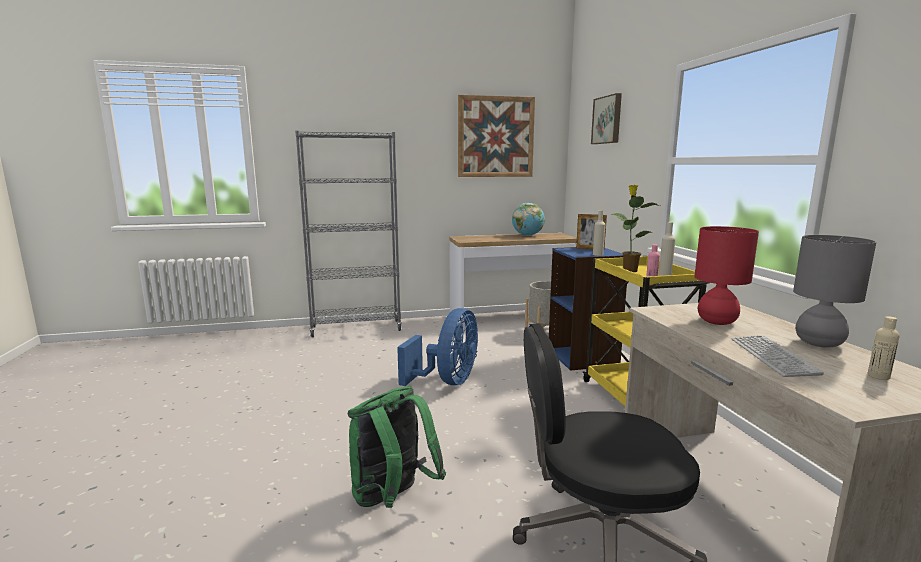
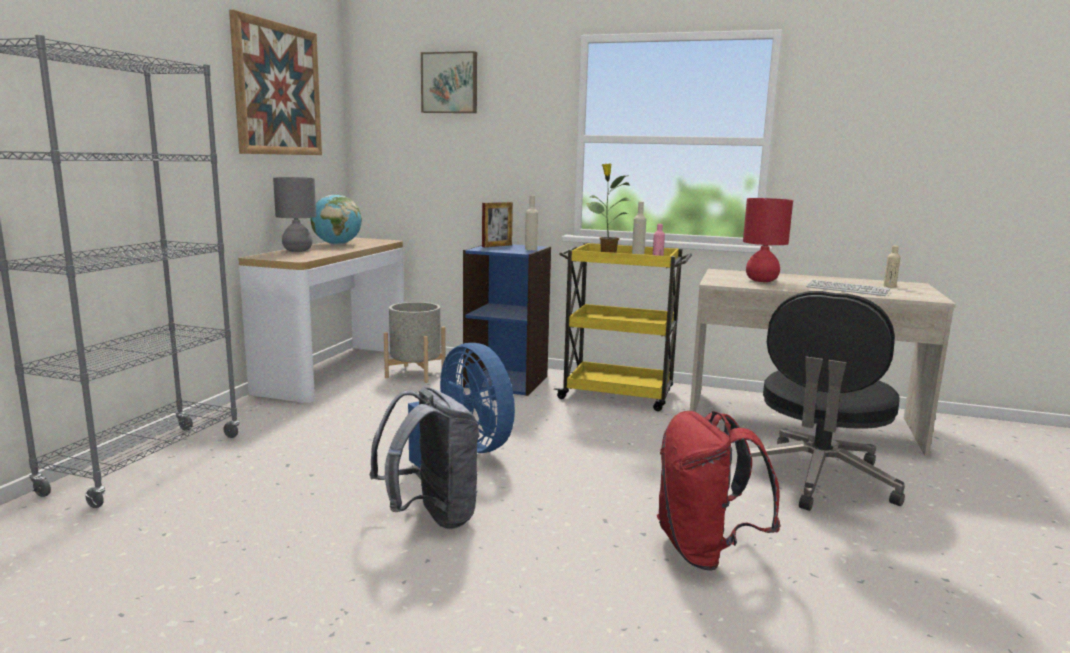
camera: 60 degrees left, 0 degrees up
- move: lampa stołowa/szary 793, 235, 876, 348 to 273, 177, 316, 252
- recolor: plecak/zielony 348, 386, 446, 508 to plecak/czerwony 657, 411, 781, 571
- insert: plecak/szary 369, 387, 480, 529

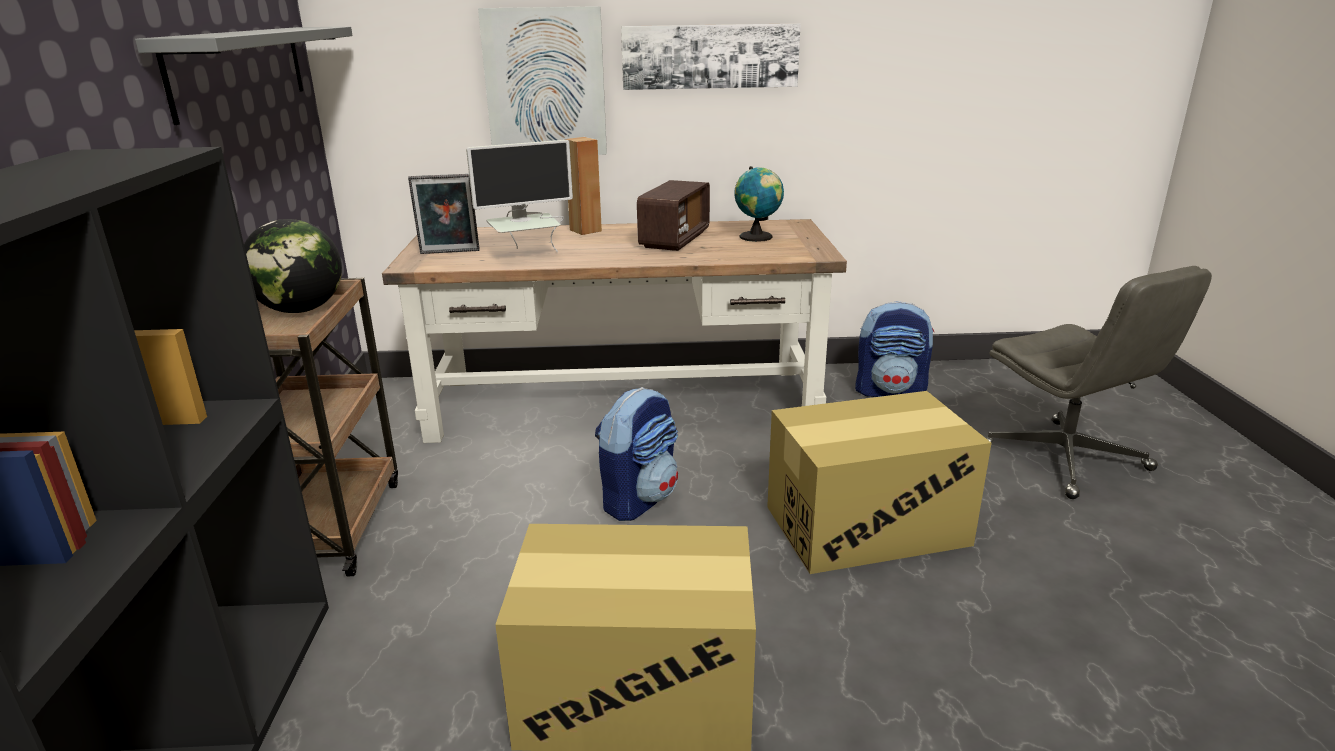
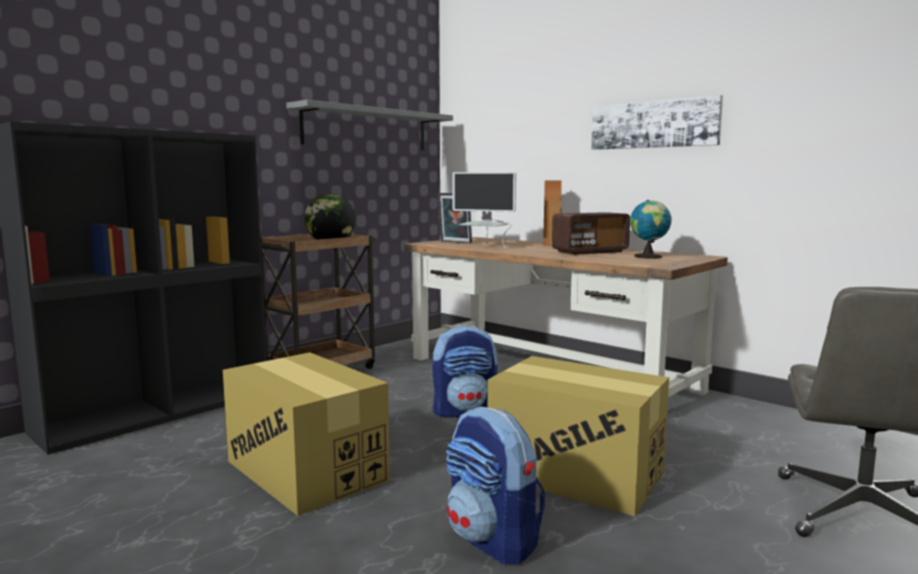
camera: 45 degrees right, 15 degrees down
- delete: obraz 478, 6, 607, 155
- move: plecak 855, 301, 934, 397 to 446, 407, 545, 564

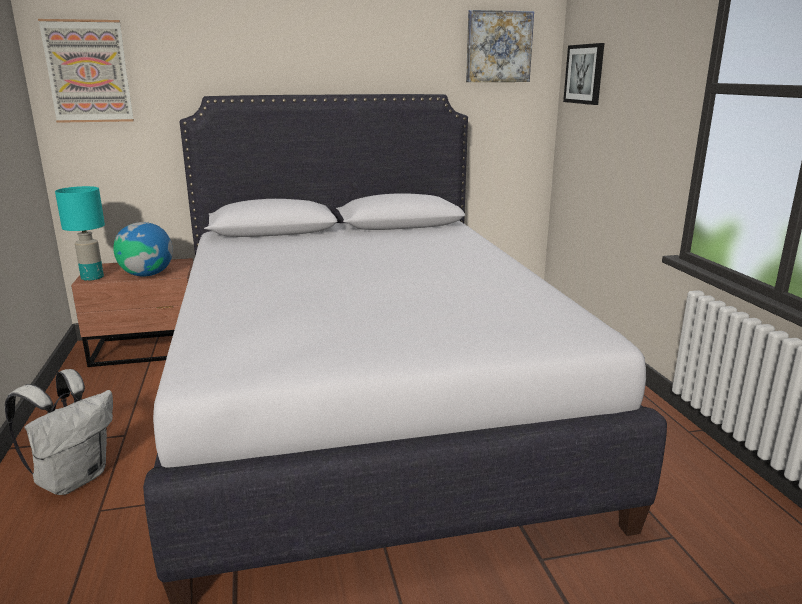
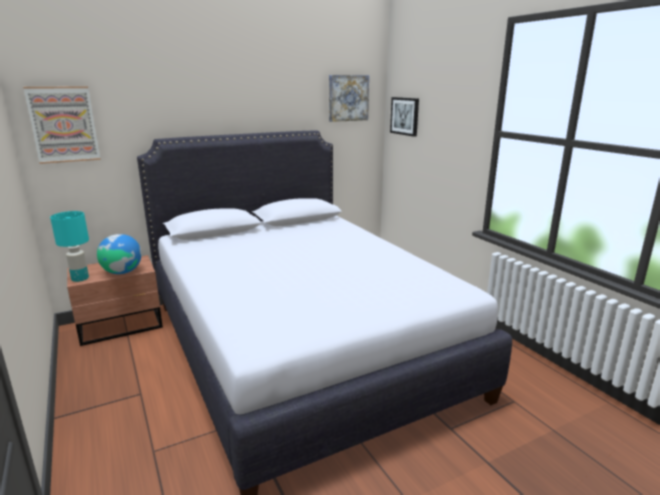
camera: 15 degrees left, 0 degrees up
- delete: plecak/biały 5, 369, 113, 495

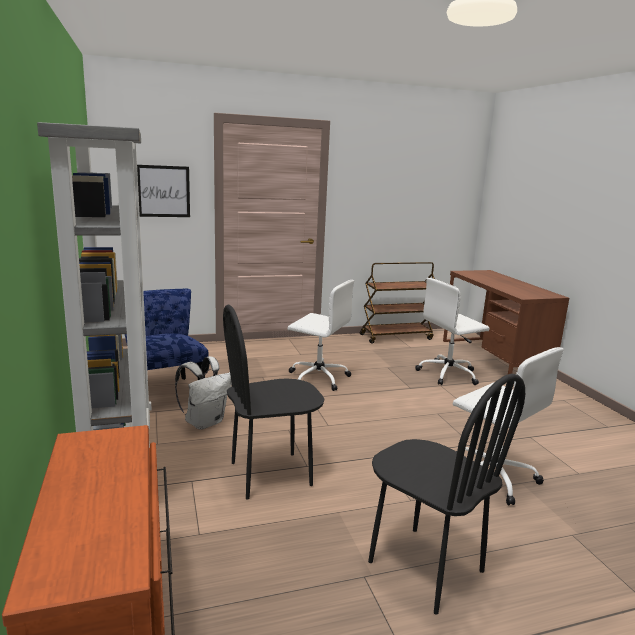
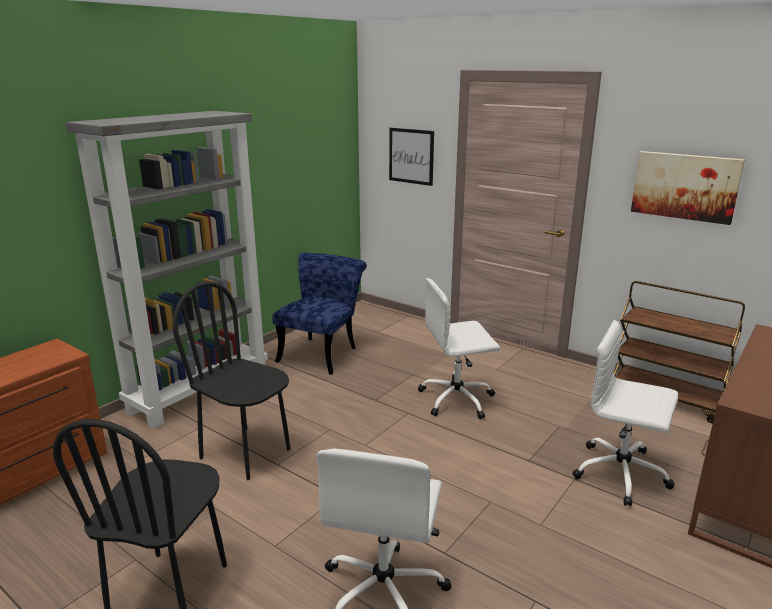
camera: 55 degrees right, 5 degrees up
- rotate: krzesło biurowe/biały 288, 280, 354, 391 = 418, 278, 500, 419 90 degrees clockwise
- delete: plecak/biały 175, 356, 232, 430
- insert: obraz 631, 151, 745, 225

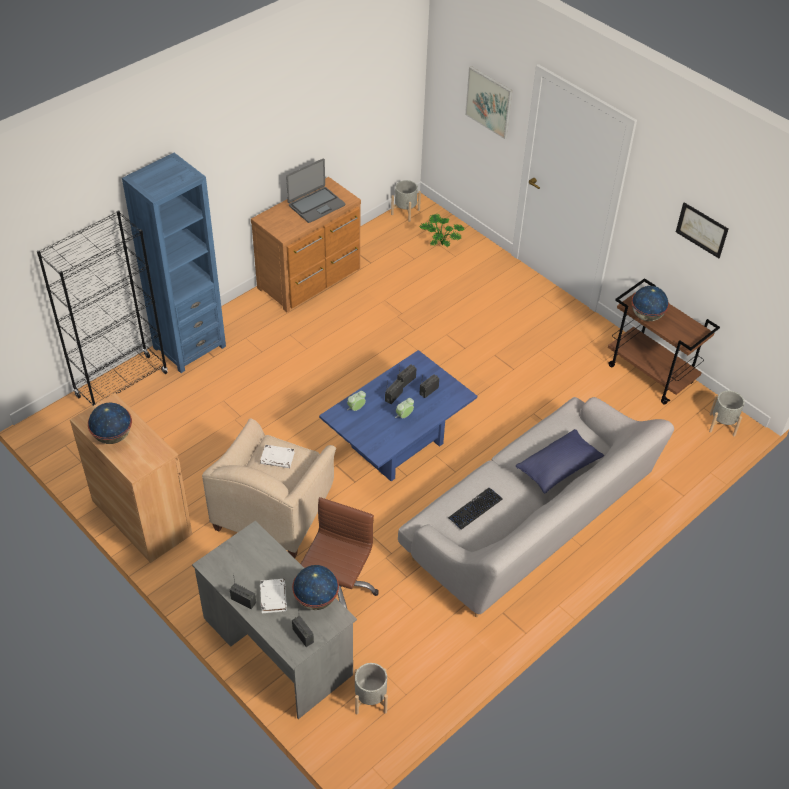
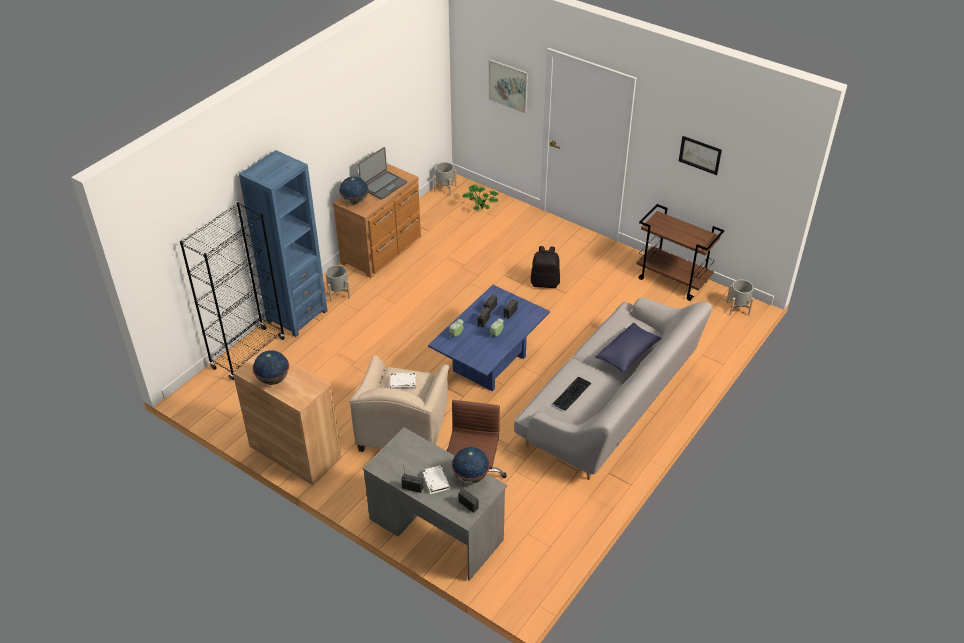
camera: 10 degrees left, 5 degrees down
- move: globus 631, 286, 669, 321 to 339, 176, 369, 205
- move: donica/szary 355, 663, 388, 714 to 325, 265, 350, 302
- insert: plecak/czarny 531, 246, 560, 288

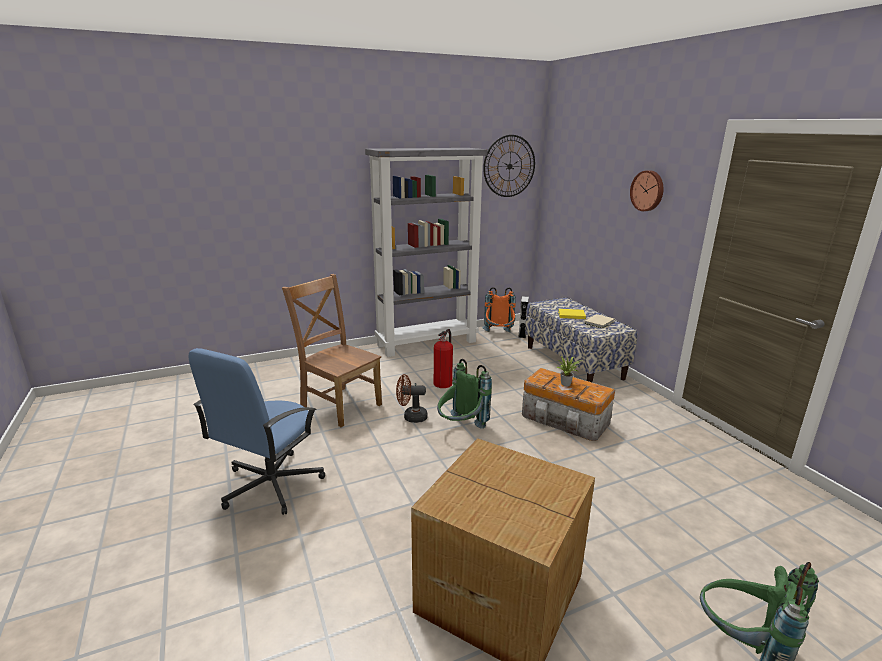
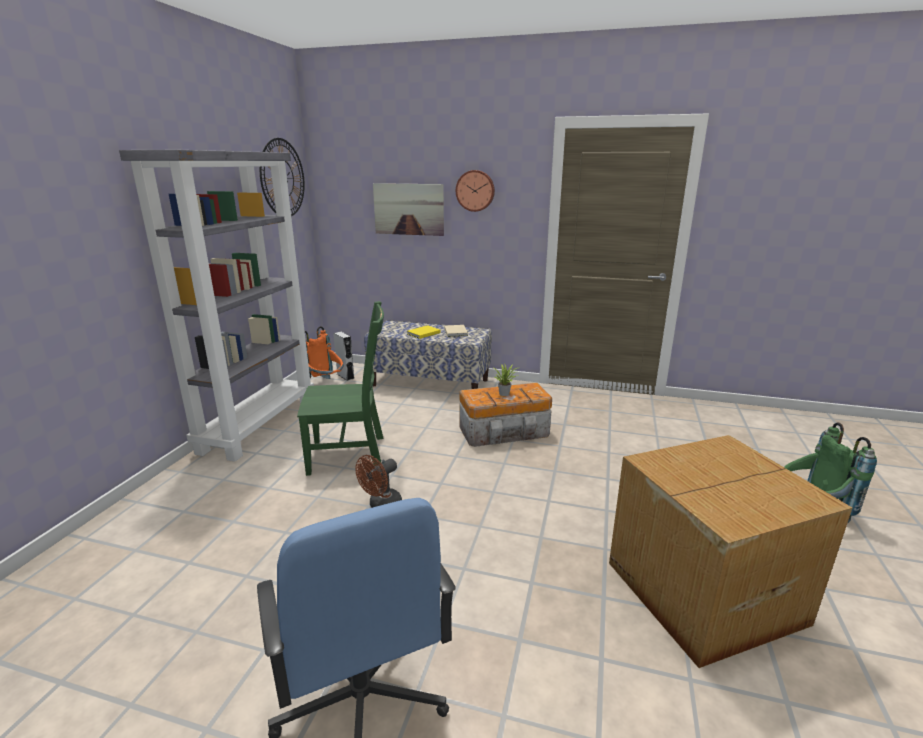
camera: 50 degrees left, 0 degrees up
- delete: krzesło/brązowy 282, 274, 382, 427
- replace: gaśnica 434, 329, 453, 388 to krzesło/zielony 297, 301, 384, 476
- delete: plecak/zielony 437, 359, 492, 429
- insert: obraz 373, 183, 444, 236

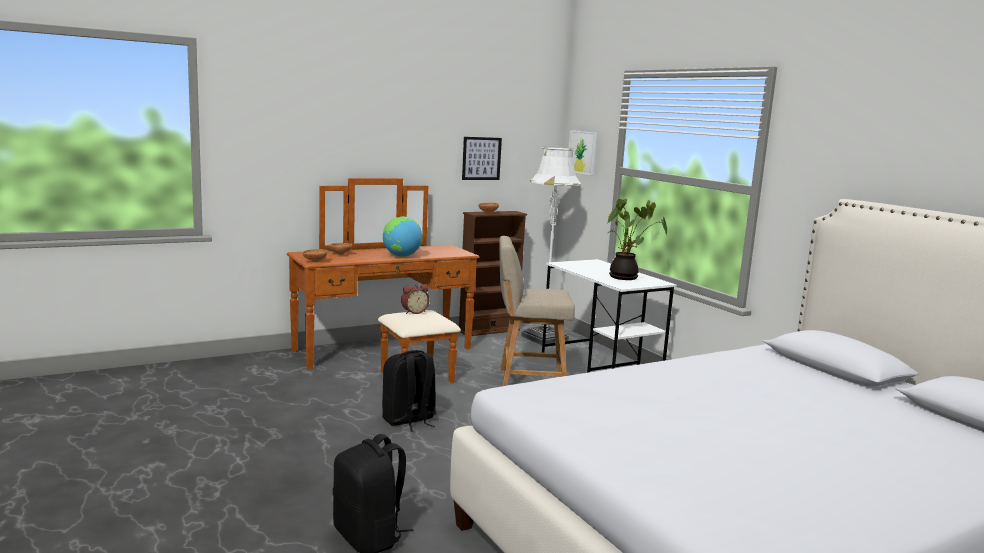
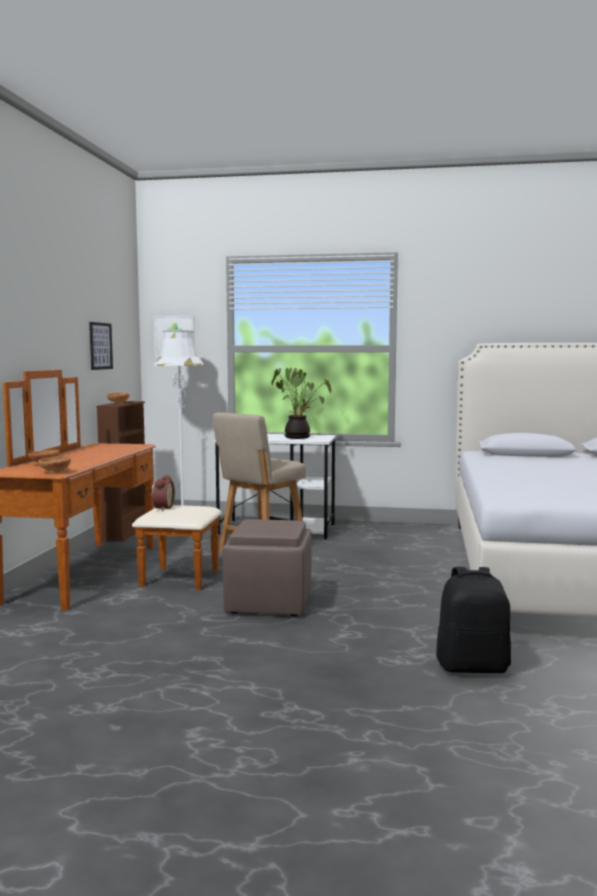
camera: 50 degrees left, 5 degrees down
- delete: globus 383, 216, 422, 257
- replace: plecak/czarny 382, 350, 436, 432 to pufa/brązowy 223, 519, 312, 616

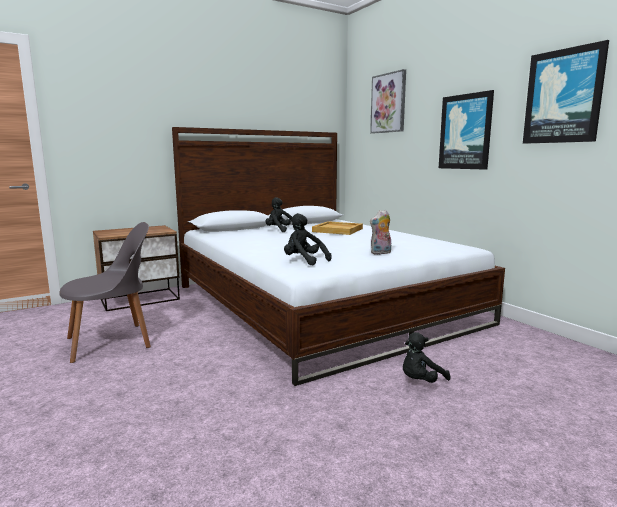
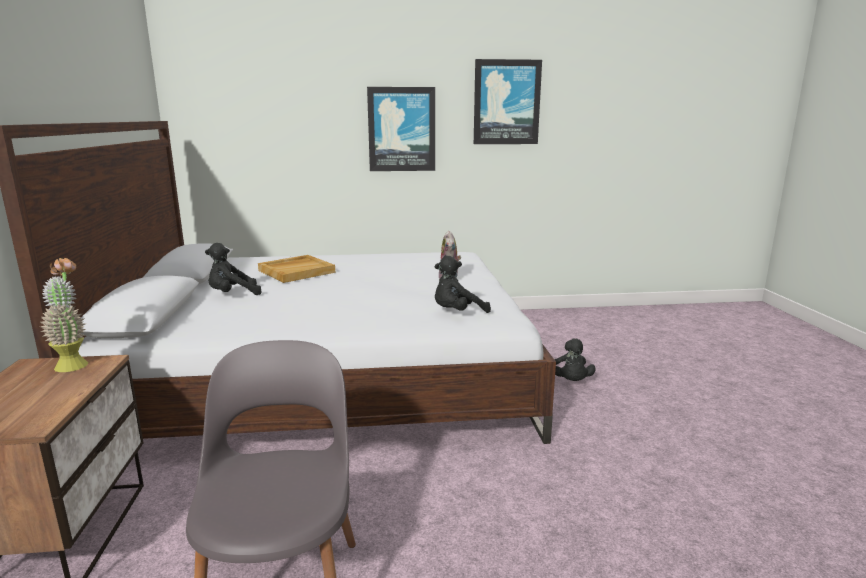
camera: 65 degrees left, 5 degrees up
- delete: obraz 370, 69, 406, 134
- insert: roślina doniczkowa 40, 258, 88, 372

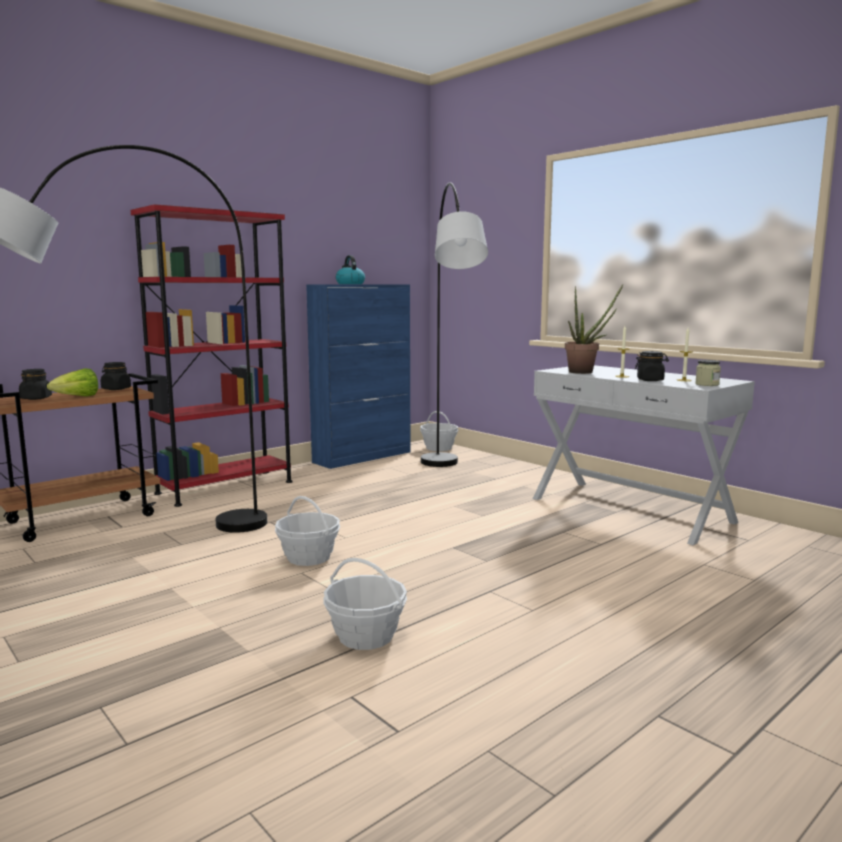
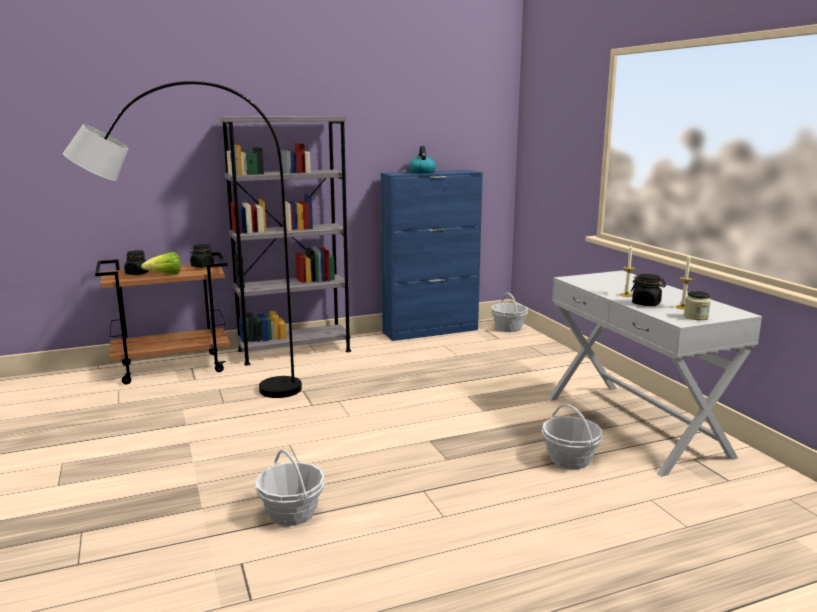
camera: 20 degrees right, 5 degrees up
- delete: lampa stojąca/szary 421, 182, 488, 467
- recolor: regał/czerwony 131, 204, 293, 507 to regał/szary 220, 116, 351, 366
- delete: roślina doniczkowa 565, 284, 623, 374
- move: koszyk 275, 496, 340, 566 to 542, 403, 603, 469

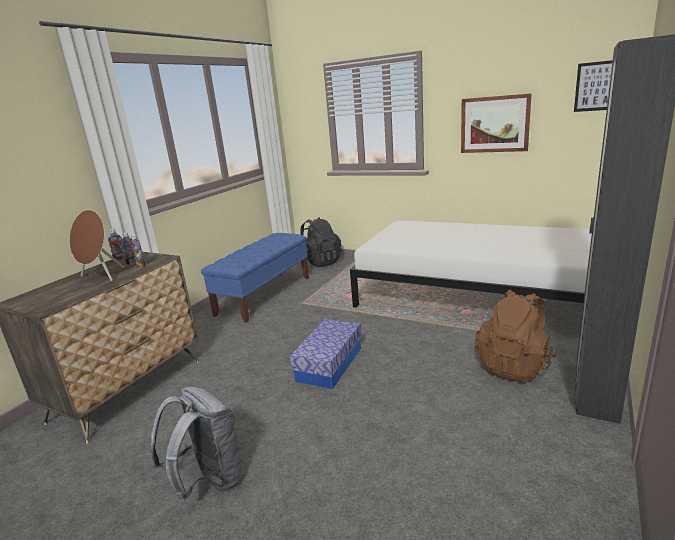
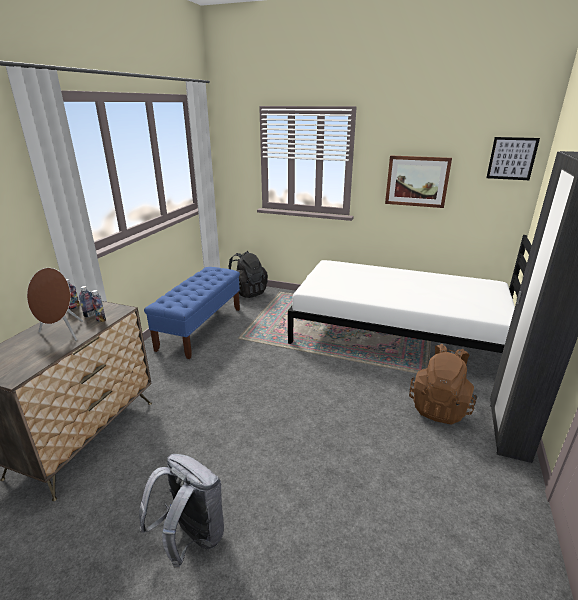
camera: 10 degrees left, 5 degrees up
- delete: pojemnik do przechowywania 290, 319, 362, 389

